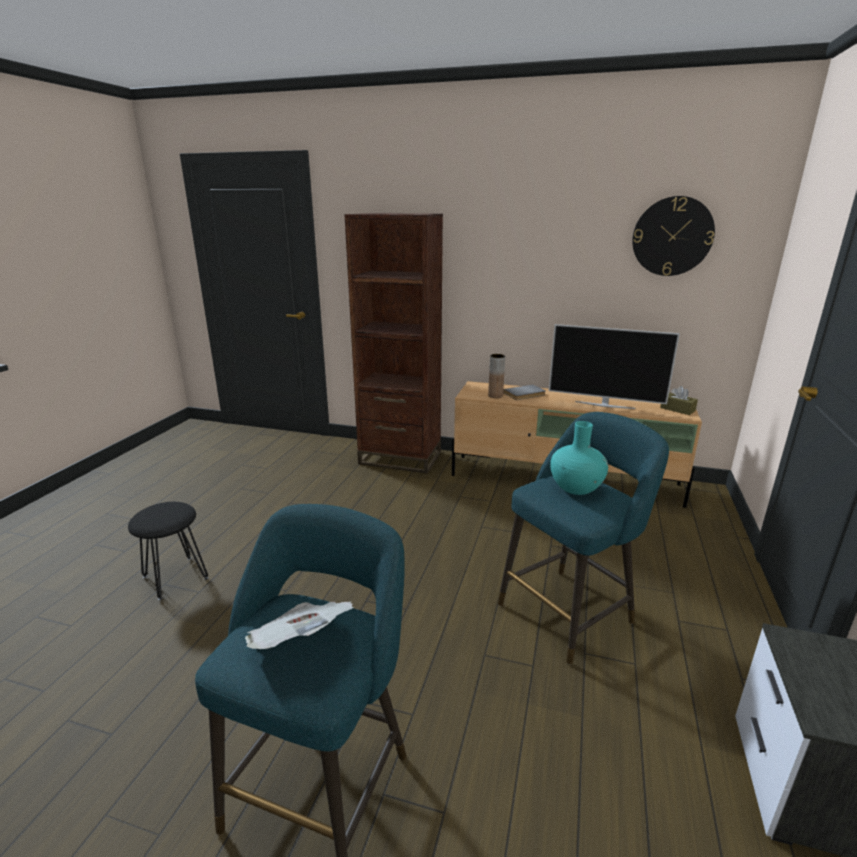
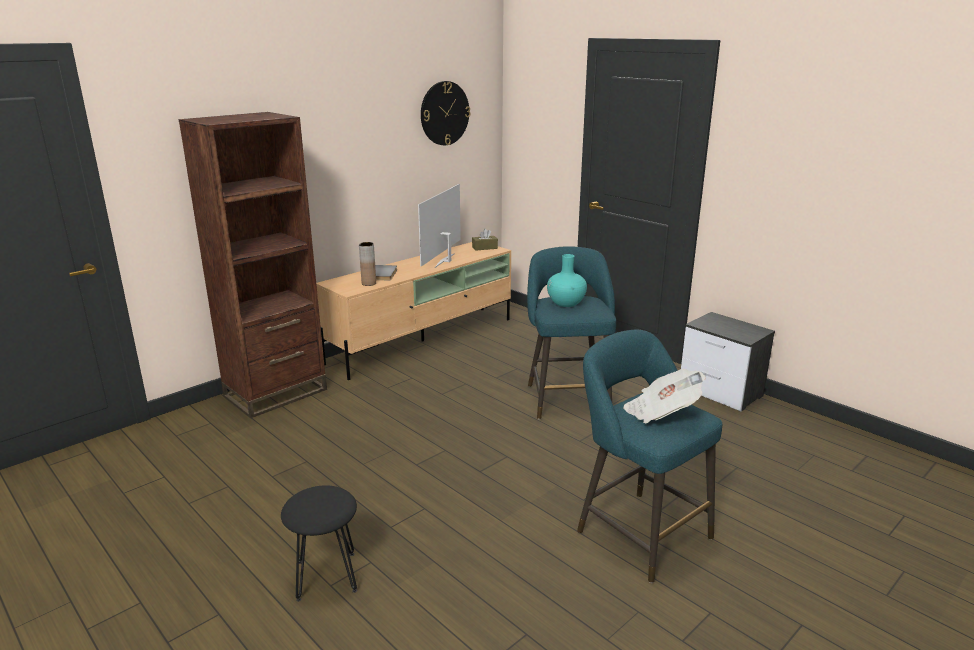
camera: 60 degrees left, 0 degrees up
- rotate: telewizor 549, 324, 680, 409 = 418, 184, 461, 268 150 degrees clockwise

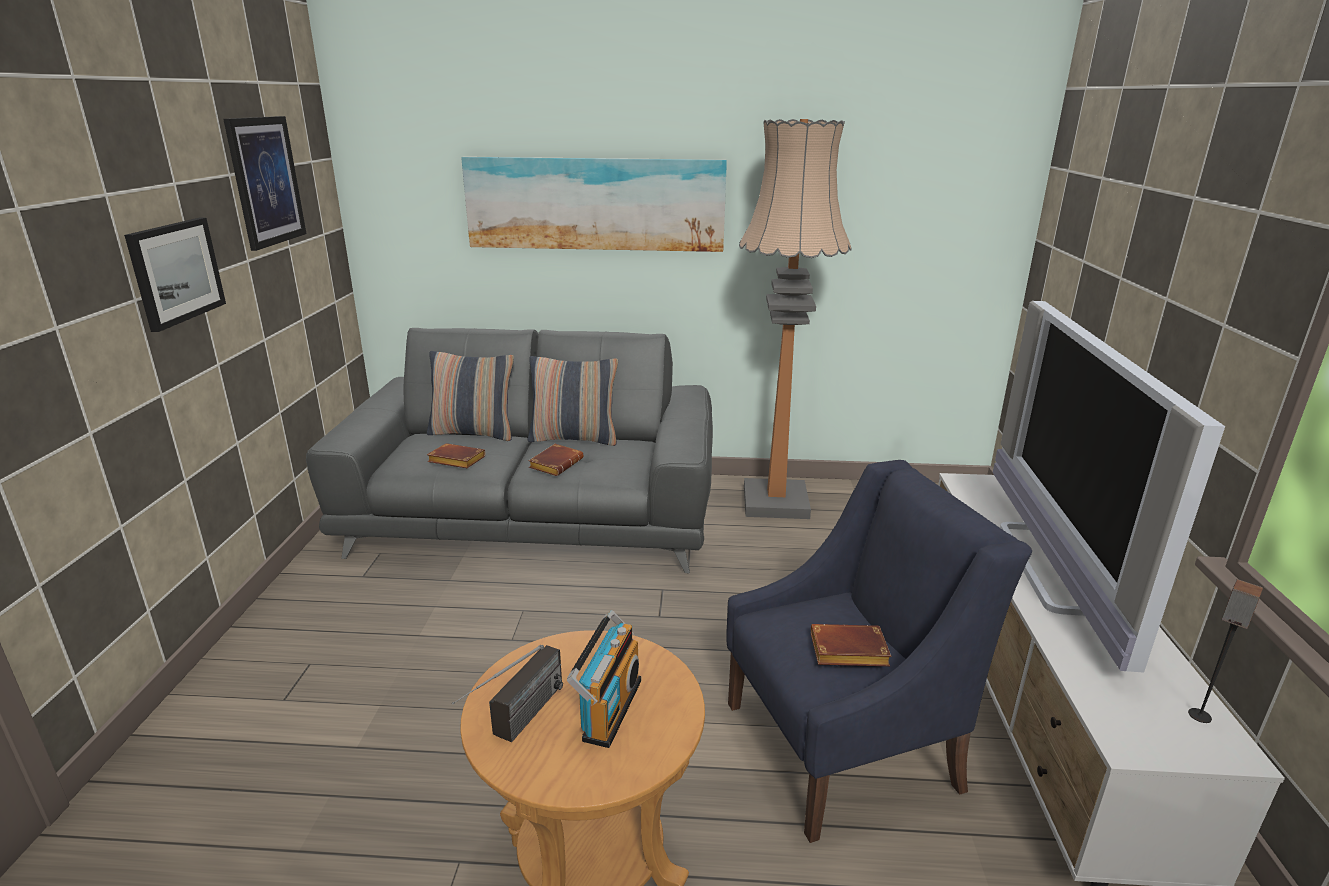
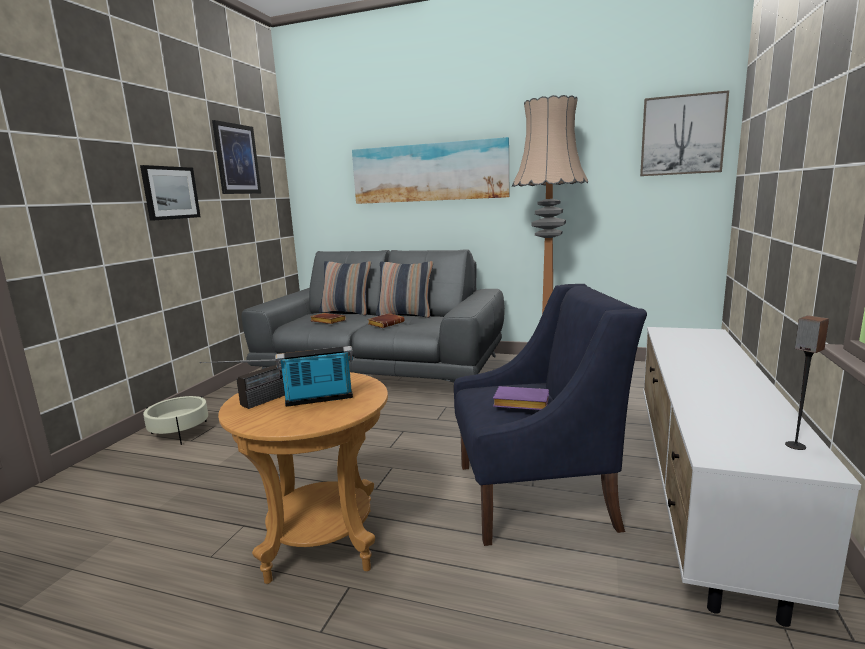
camera: 15 degrees right, 10 degrees down
- delete: telewizor 993, 301, 1225, 673
- rotate: radio 567, 610, 641, 748 = 275, 346, 353, 407 135 degrees counterclockwise
- recolor: książka/brązowy 811, 624, 891, 667 to książka/fioletowy 493, 386, 549, 410
- insert: obraz 640, 90, 729, 176
- insert: donica/beżowy 143, 396, 208, 445

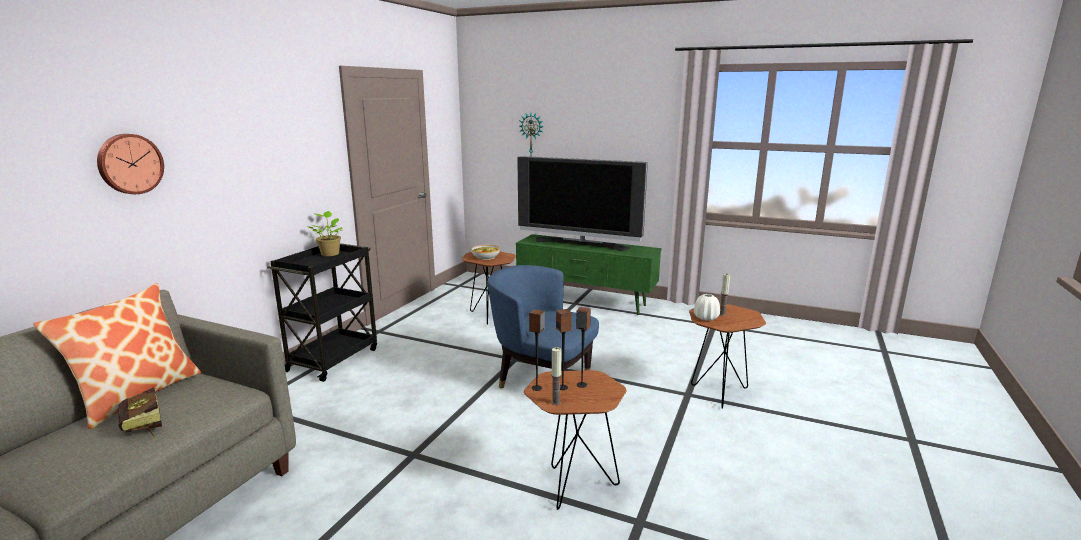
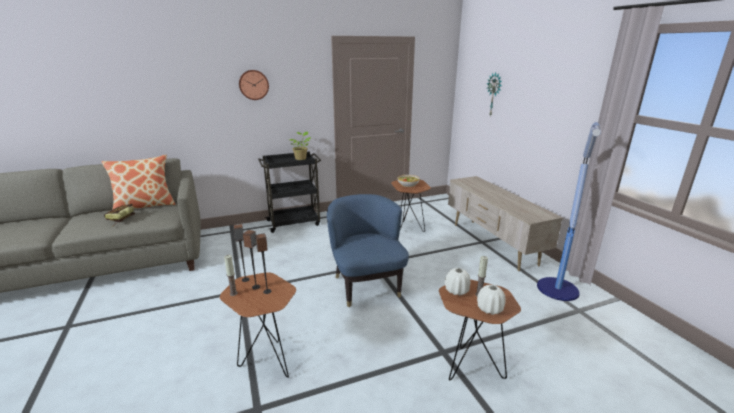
camera: 45 degrees right, 5 degrees up
- move: zegar ścienny 97, 134, 164, 194 to 239, 70, 269, 100
- delete: telewizor 517, 156, 648, 251
- recolor: szafka pod telewizor/zielony 516, 234, 662, 315 to szafka pod telewizor/beżowy 448, 176, 563, 271
- insert: lampa stojąca 537, 122, 601, 301
- insert: wazon/biały 477, 285, 506, 315

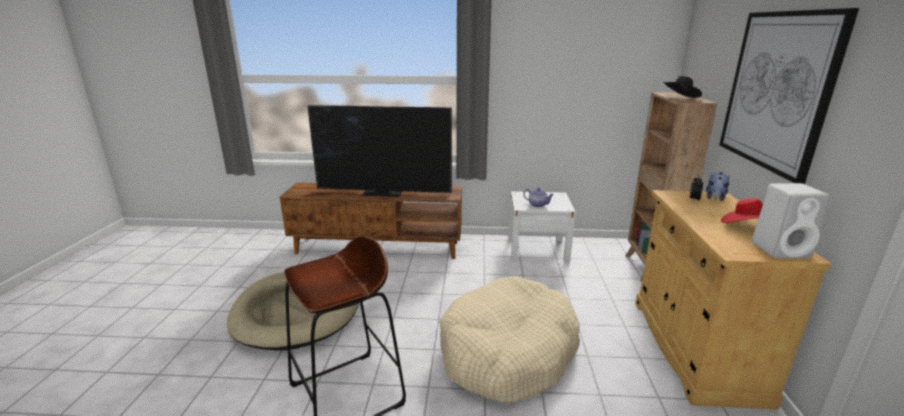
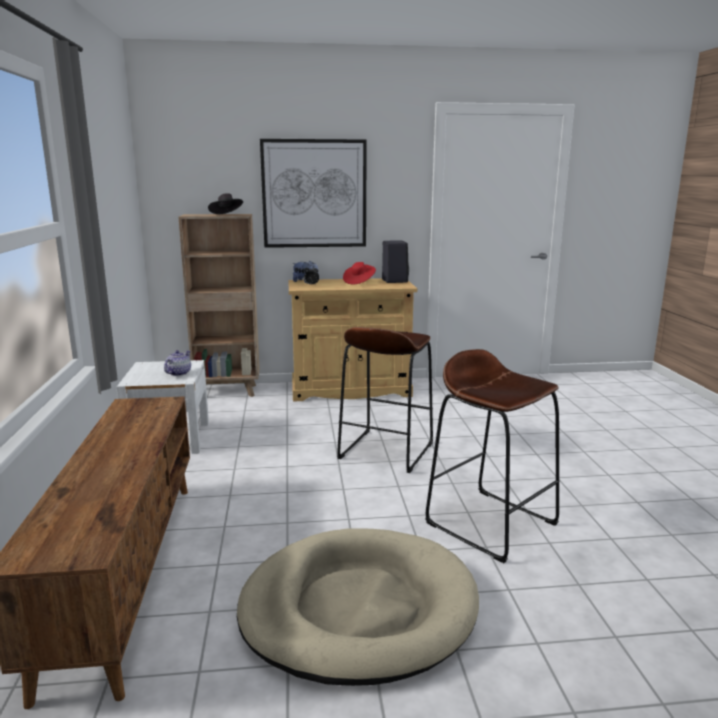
camera: 100 degrees left, 5 degrees down
- delete: telewizor 307, 105, 452, 197
- recolor: głośnik/biały 752, 183, 829, 258 to głośnik/czarny 382, 240, 409, 283
- replace: legowisko/beżowy 440, 276, 580, 403 to stołek/brązowy 337, 327, 433, 473

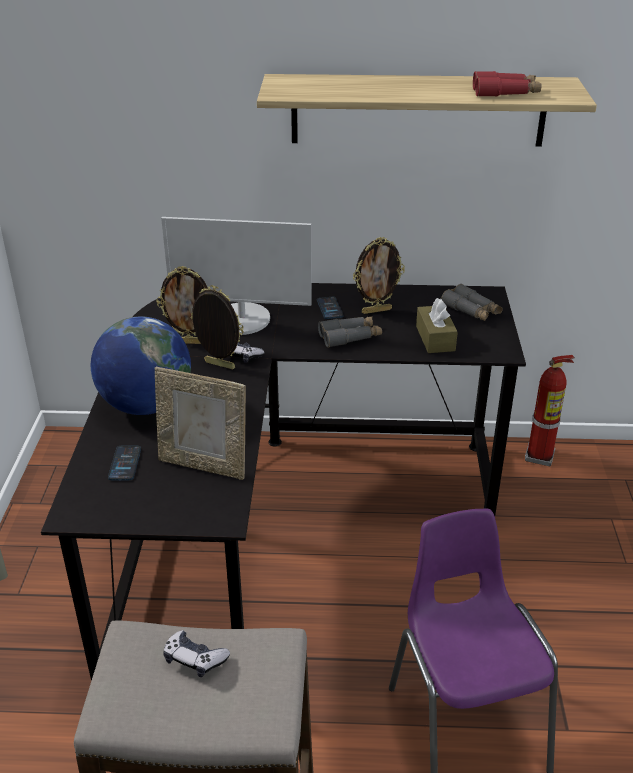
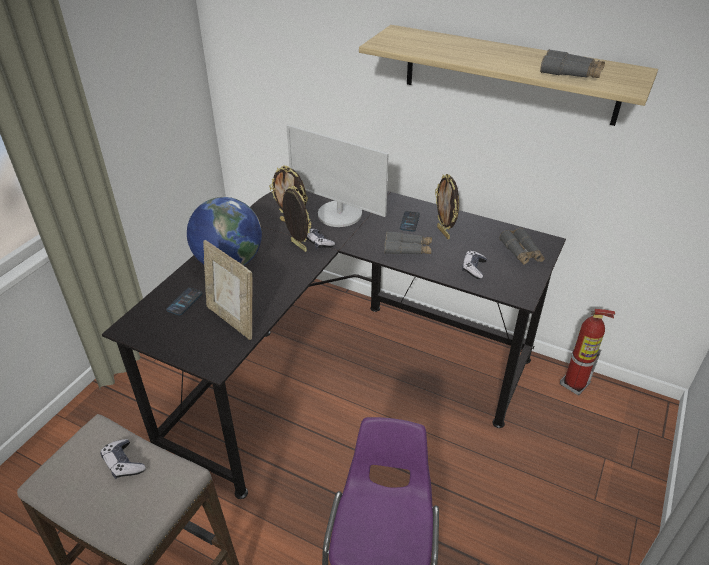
camera: 25 degrees right, 5 degrees up
- recolor: lornetka/czerwony 473, 71, 542, 97 to lornetka/szary 540, 49, 605, 78
- rotate: ramka na zdjęcie 353, 237, 405, 314 = 435, 174, 459, 239 60 degrees clockwise
- replace: pudełko chusteczek/brązowy 416, 298, 458, 353 to pad do gier 462, 251, 487, 279

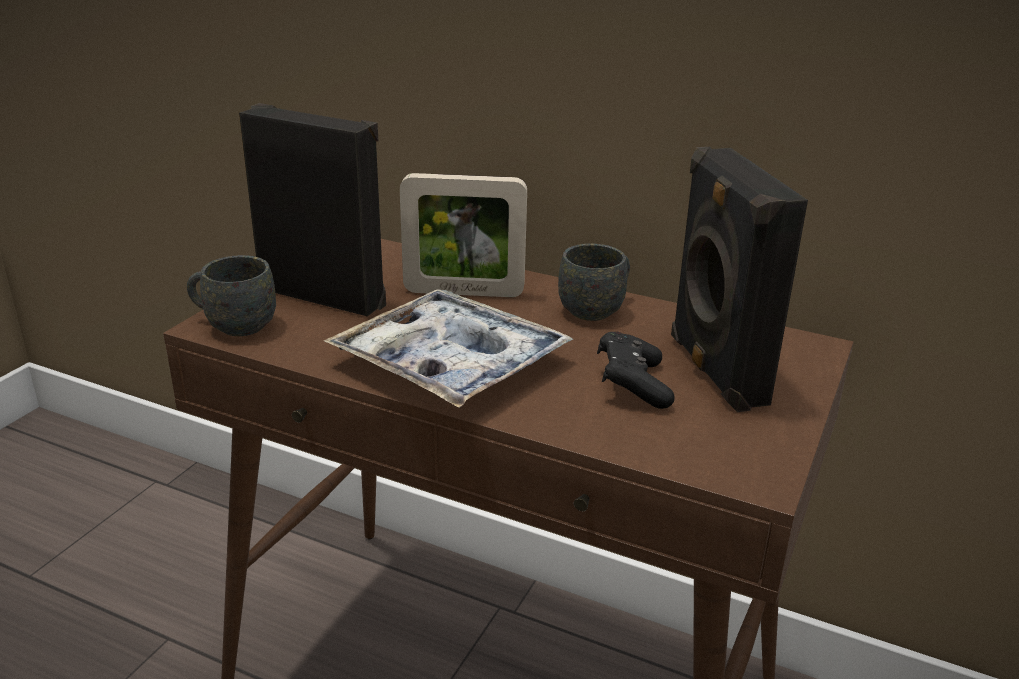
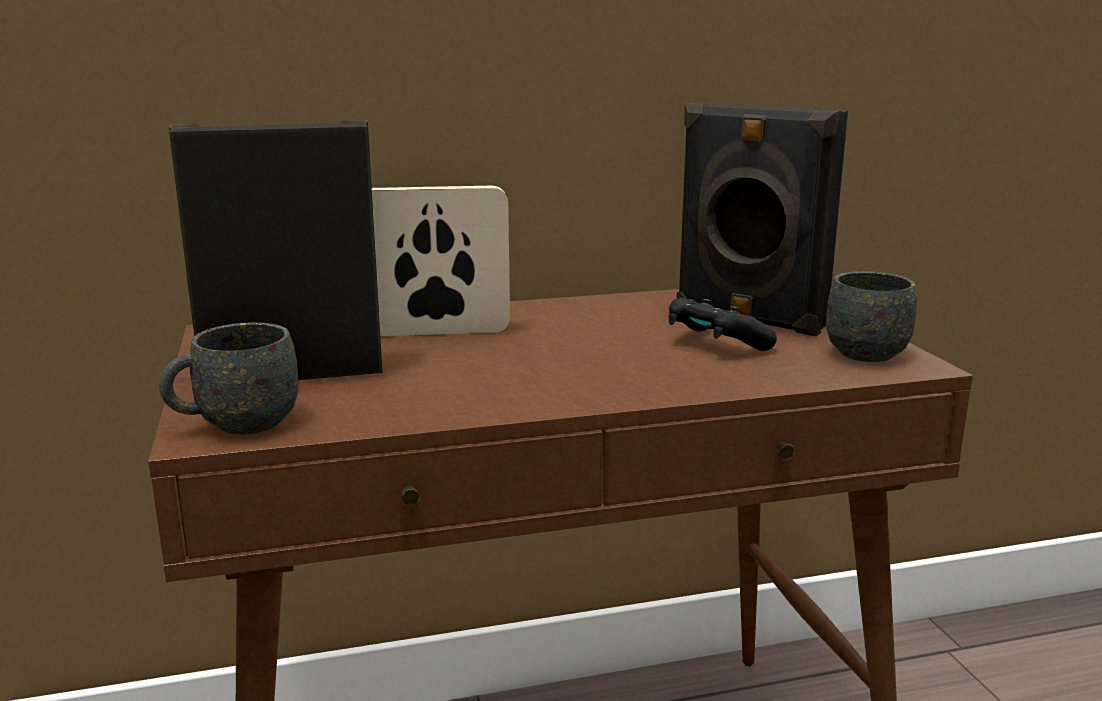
camera: 40 degrees left, 10 degrees down
- rotate: ramka na zdjęcie 400, 173, 527, 297 = 372, 186, 510, 337 150 degrees counterclockwise
- move: kubek/szary 558, 244, 630, 321 to 826, 271, 917, 362
- delete: taca 324, 289, 573, 408

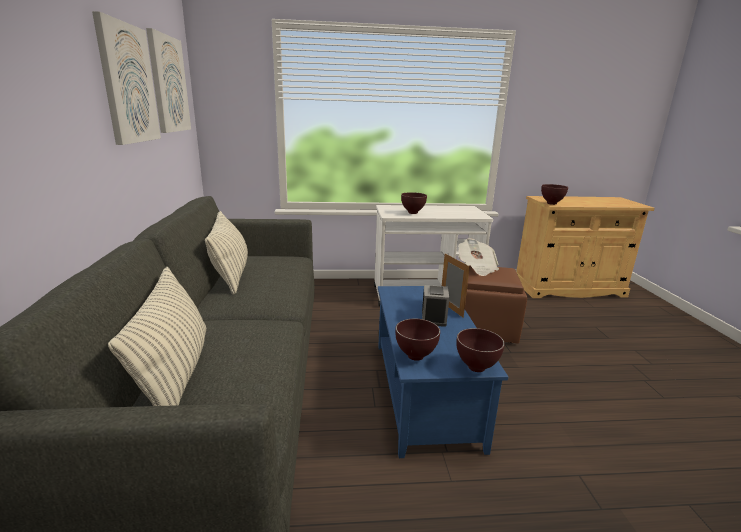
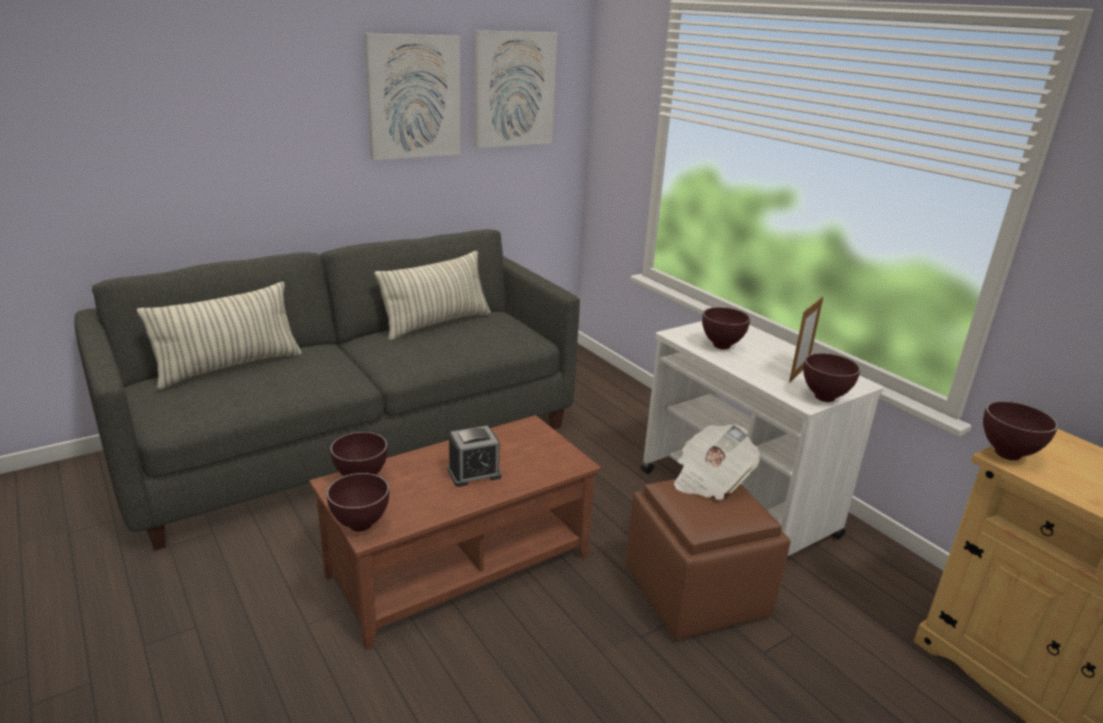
camera: 60 degrees right, 5 degrees up
- move: ramka na zdjęcie 442, 253, 470, 318 to 789, 297, 823, 383
- recolor: ława/niebieski 378, 286, 508, 458 to ława/brązowy 309, 415, 601, 650
- insert: miska/brązowy 803, 353, 861, 402

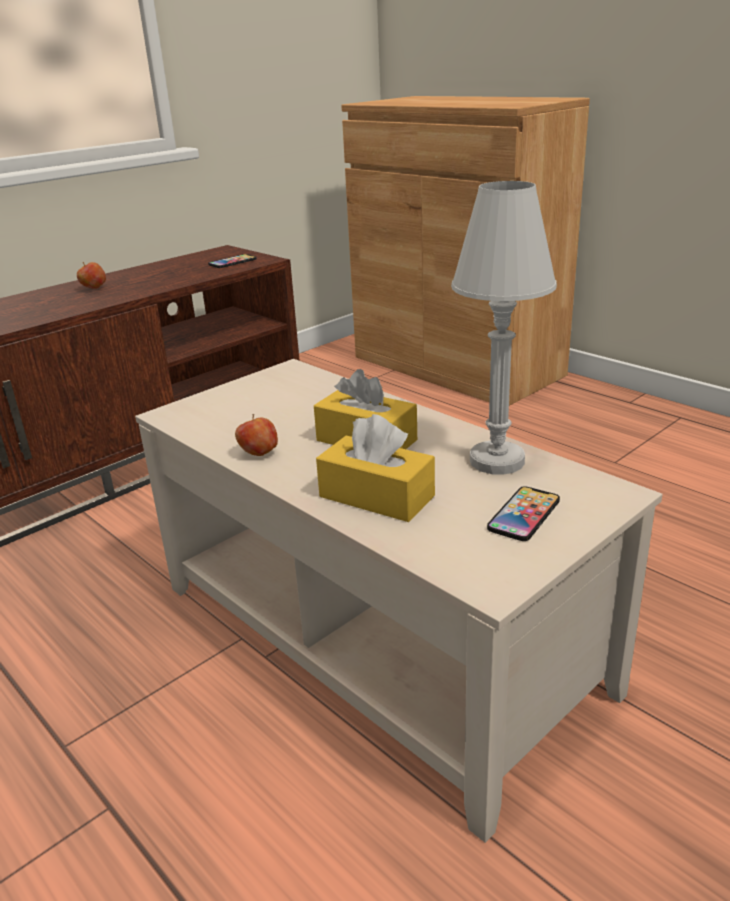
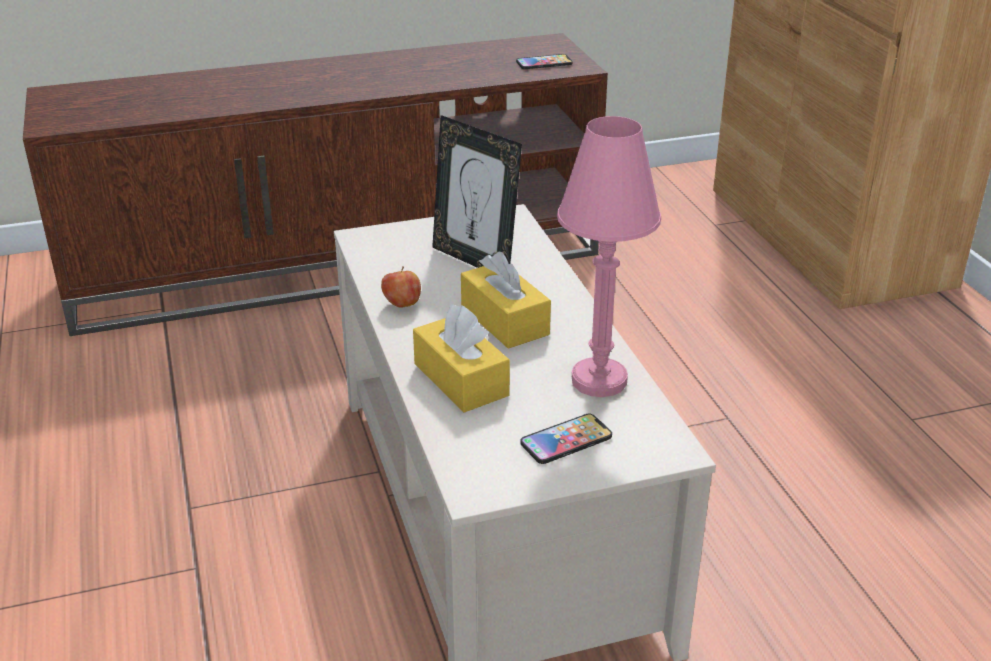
camera: 25 degrees right, 5 degrees up
- recolor: lampa stołowa/biały 451, 181, 557, 475 to lampa stołowa/różowy 557, 116, 661, 397
- delete: jabłko 77, 262, 106, 289
- insert: ramka na zdjęcie 432, 115, 522, 268

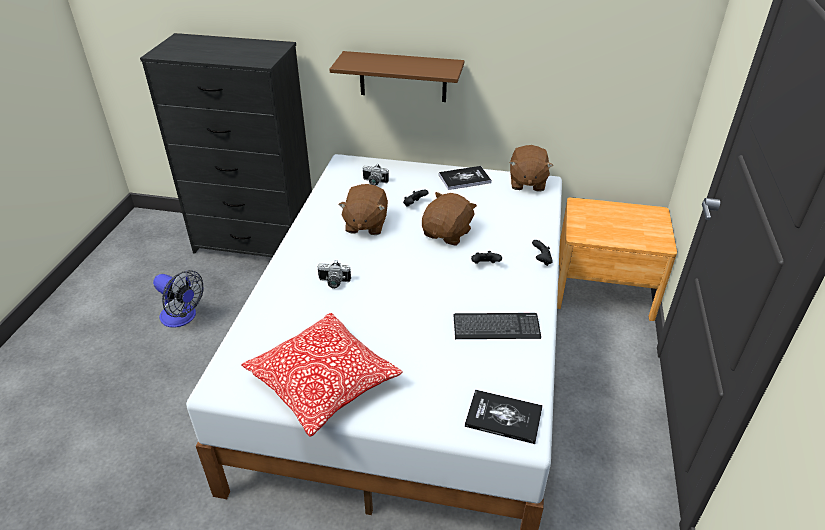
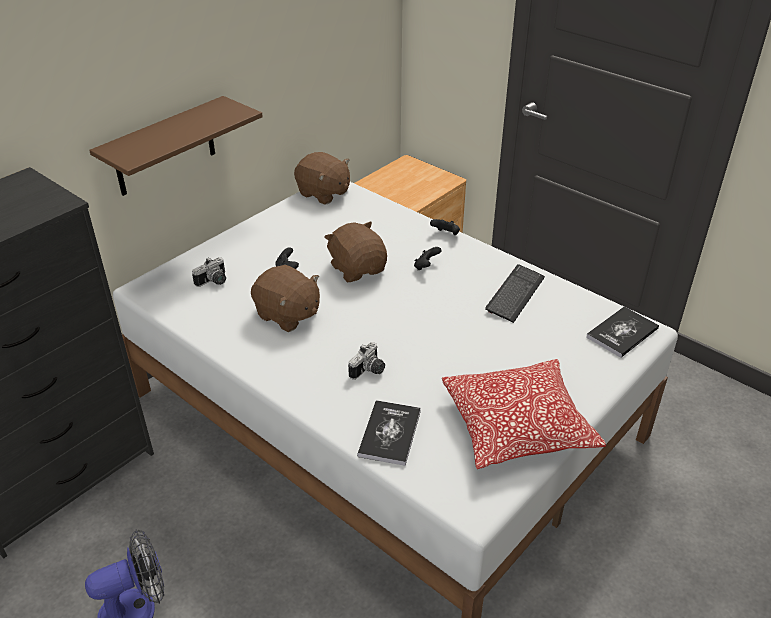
camera: 60 degrees left, 0 degrees up
- move: książka 439, 166, 491, 190 to 357, 400, 421, 466

